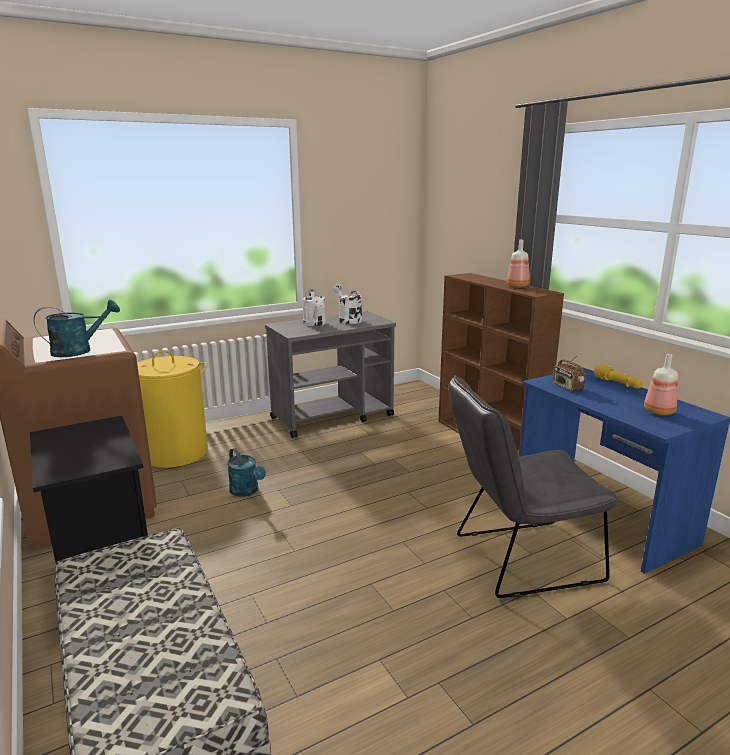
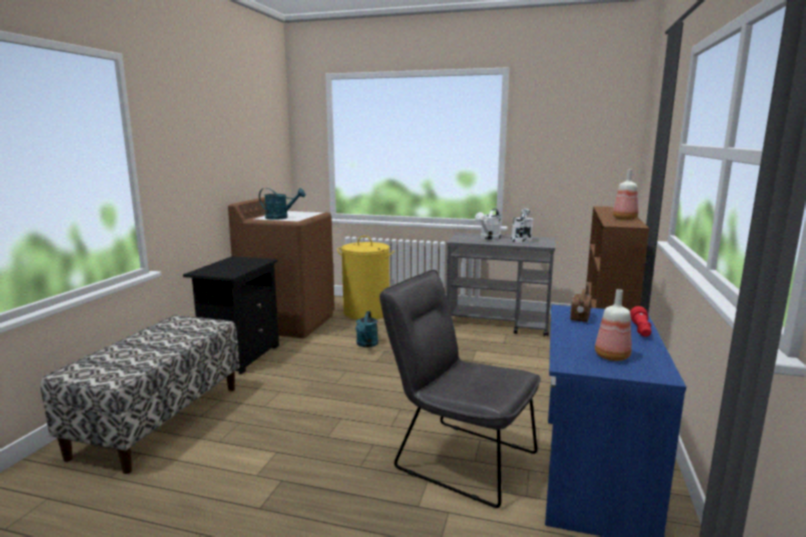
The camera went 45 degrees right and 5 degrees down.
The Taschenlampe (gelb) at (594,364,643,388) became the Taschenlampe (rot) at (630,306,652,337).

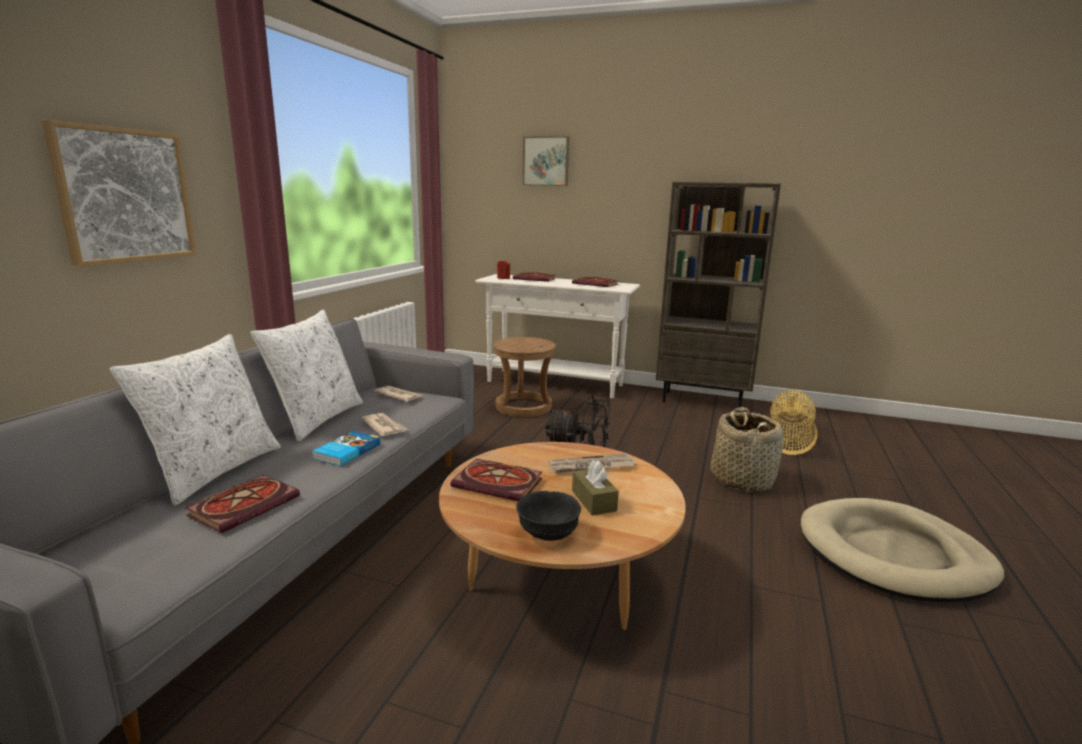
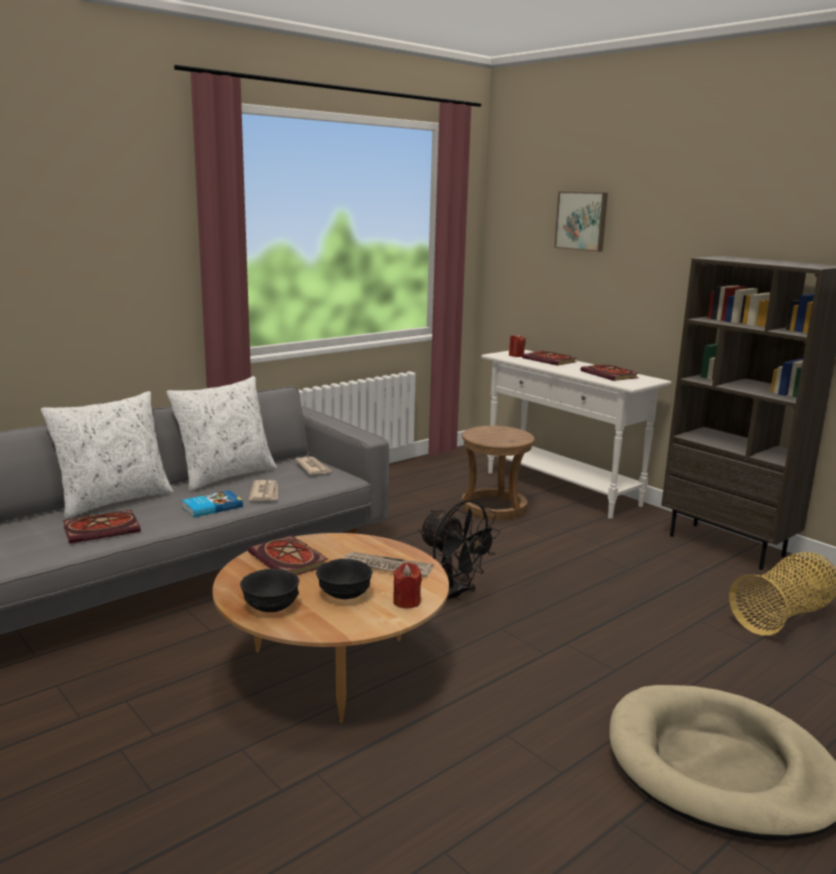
The camera went 30 degrees right and 0 degrees up.
The Bild at (42,120,196,267) disappeared.
The Korb at (710,407,783,493) disappeared.
The Kerze (rot) at (393,562,422,608) appeared.
The Taschentuchbox (braun) at (572,460,619,515) was replaced by the Schüssel (schwarz) at (316,559,372,599).

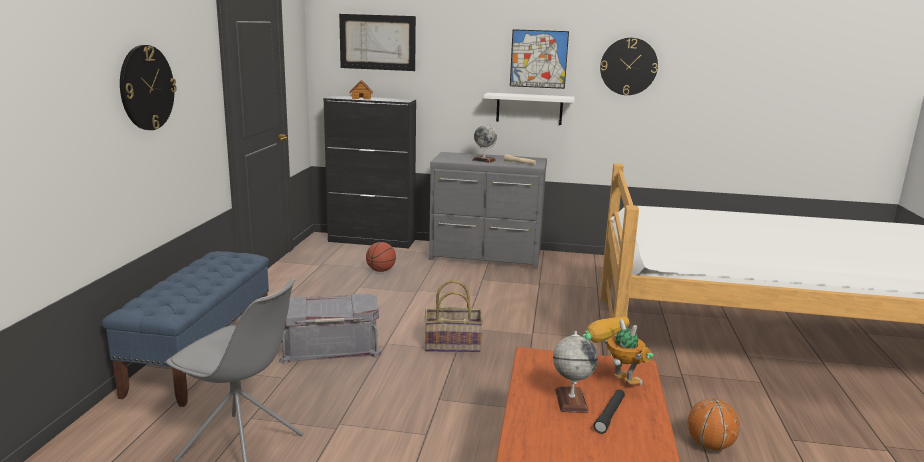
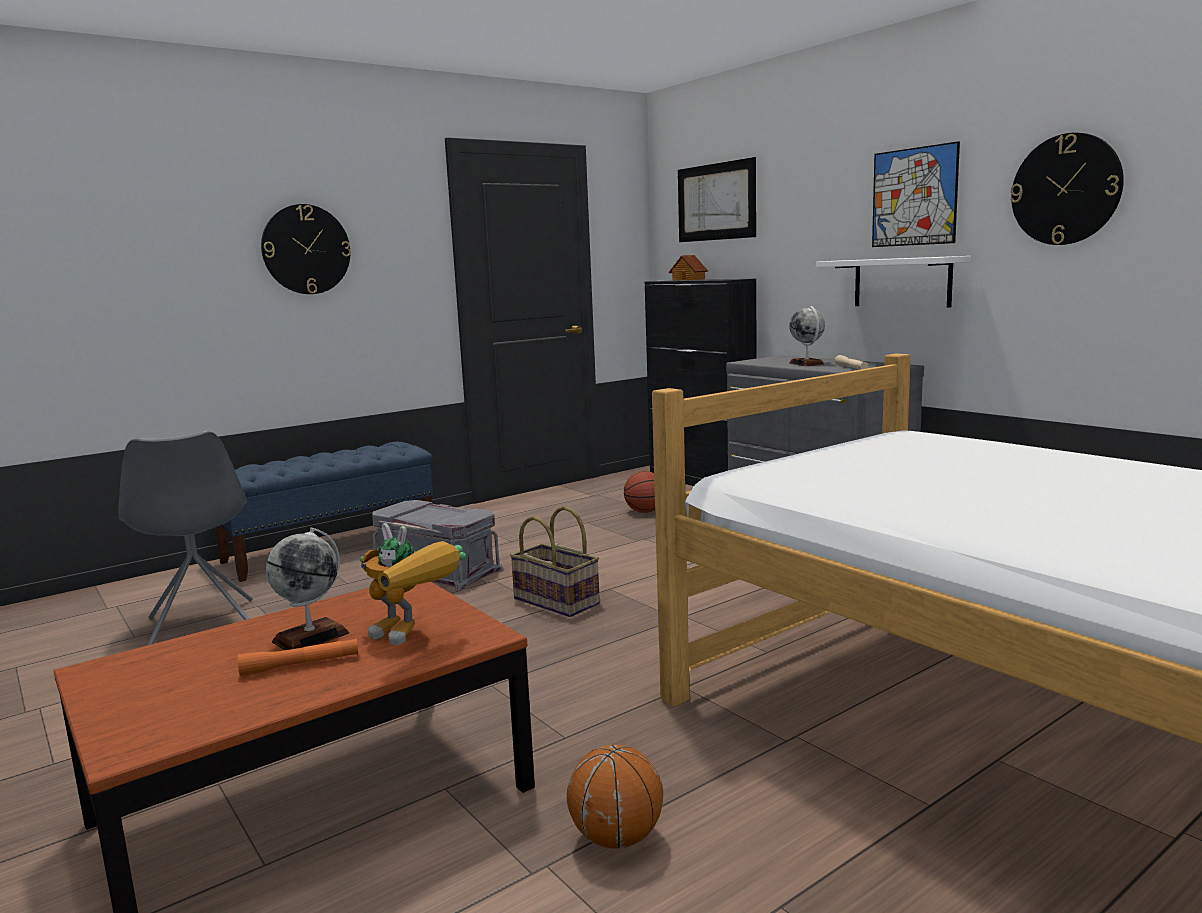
The camera went 45 degrees right and 5 degrees down.
The Taschenlampe (schwarz) at (593,390,625,434) became the Taschenlampe (orange) at (238,639,358,676).
The Spielzeugroboter at (583,316,653,386) turned 120 degrees clockwise.

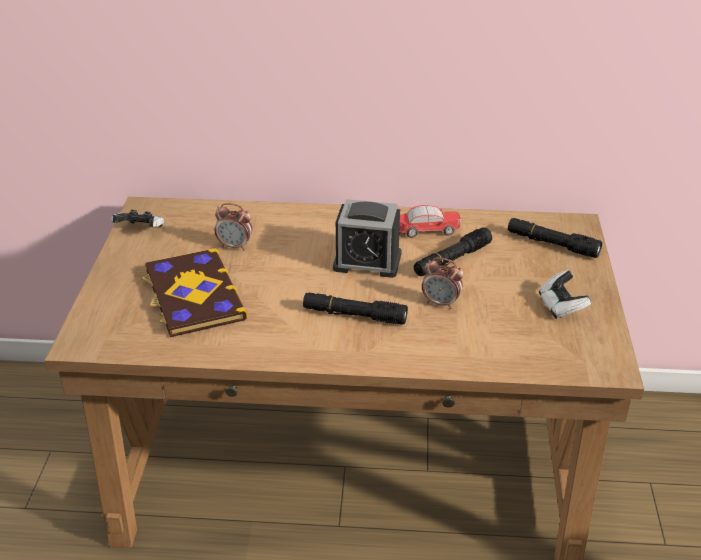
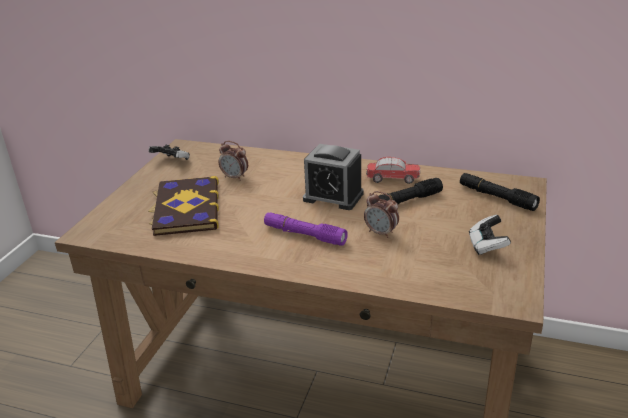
The camera went 15 degrees right and 5 degrees down.
The Taschenlampe (schwarz) at (303,292,408,325) became the Taschenlampe (lila) at (264,212,348,246).

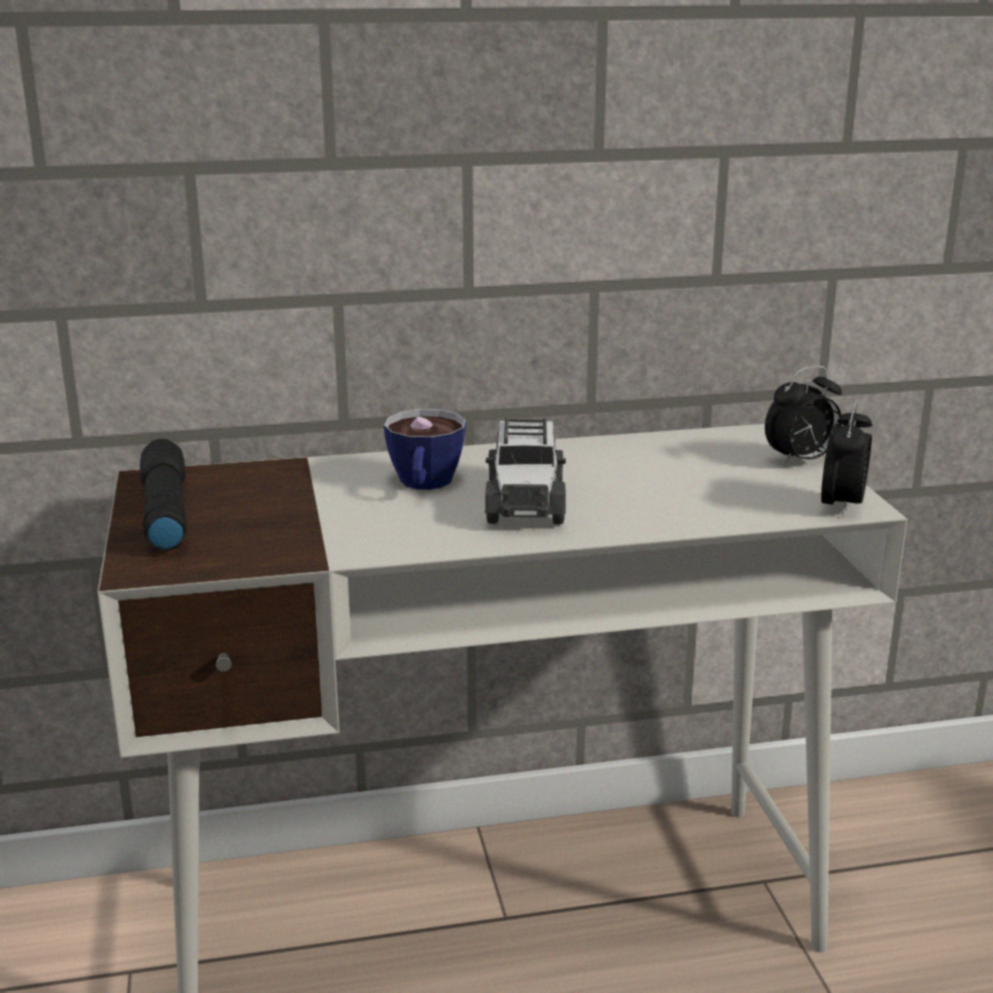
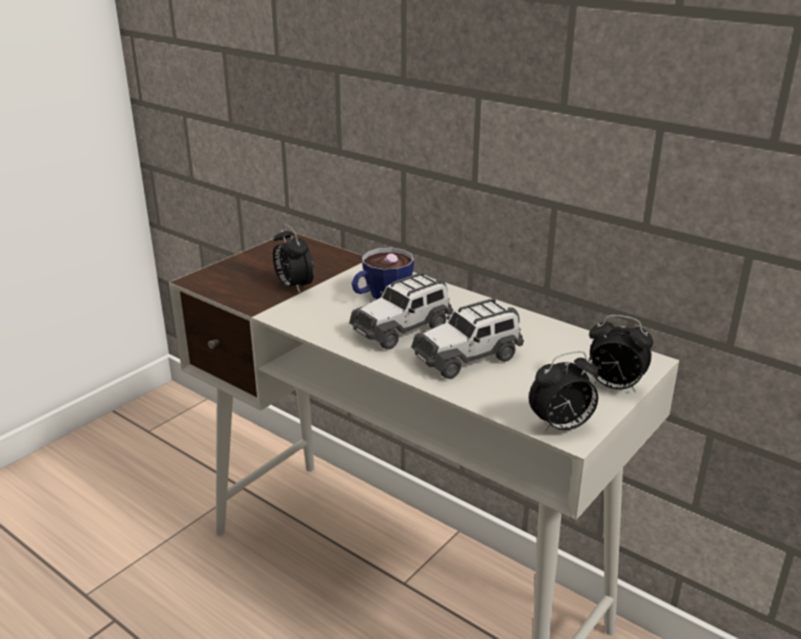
The camera went 50 degrees right and 5 degrees up.
The Taschenlampe (schwarz) at (140,439,187,550) disappeared.
The Wecker at (273,224,314,294) appeared.
The Spielzeugauto at (411,298,524,379) appeared.

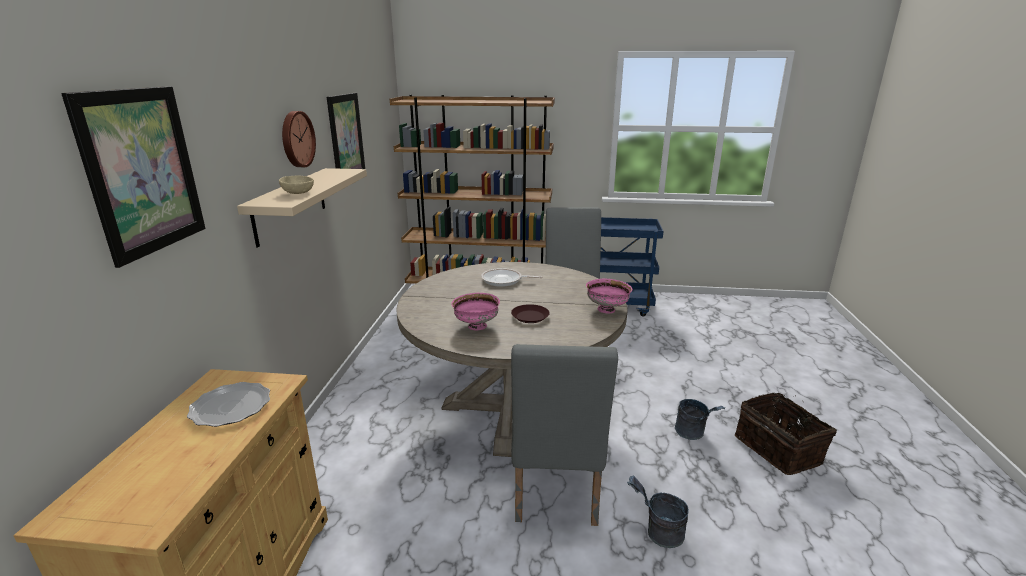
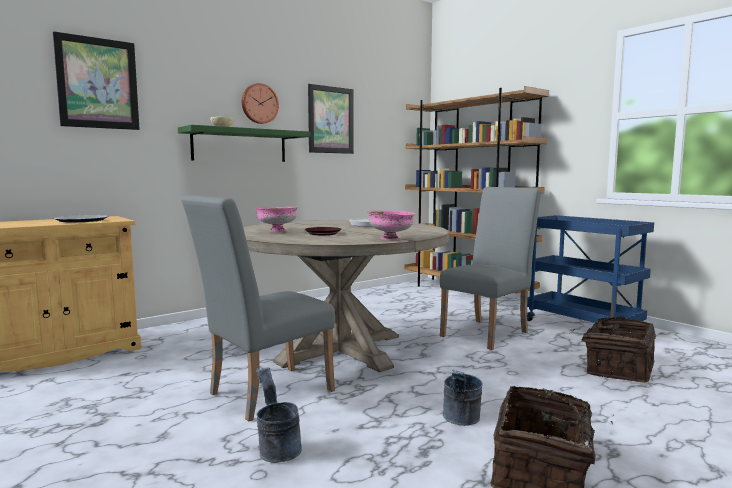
The camera went 45 degrees right and 15 degrees down.
The Korb at (569,316,656,383) appeared.
The Wandregal (beige) at (237,168,367,247) became the Wandregal (grün) at (178,125,311,162).

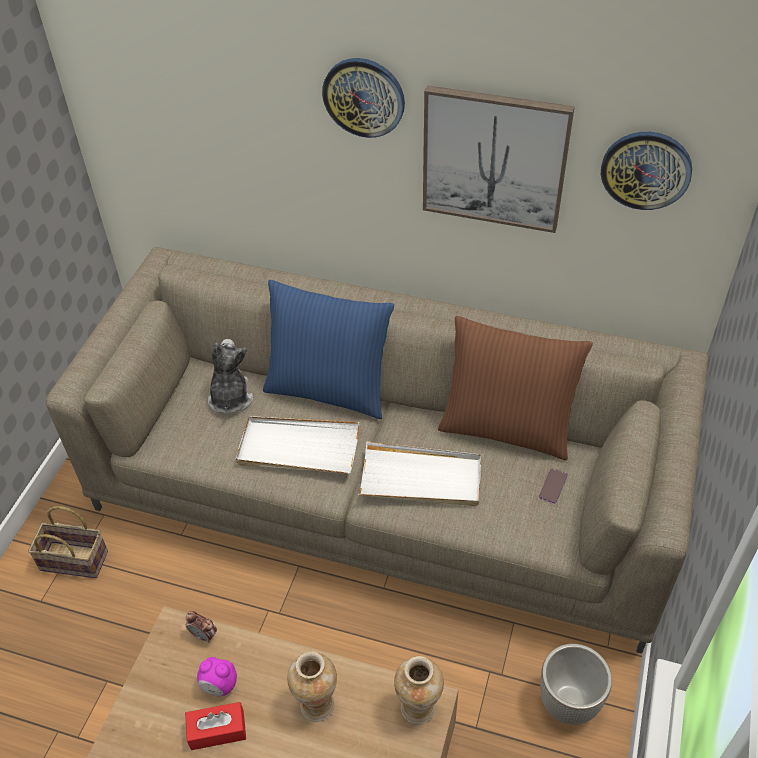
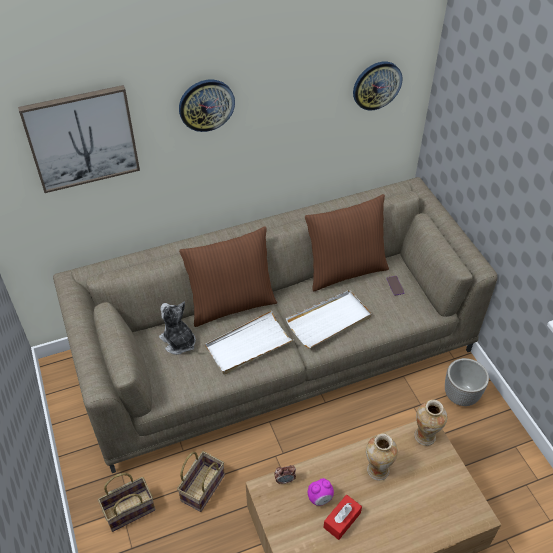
The camera went 40 degrees left and 0 degrees up.
The Korb at (177,451,225,512) appeared.
The Bild moved from (423,85,575,233) to (18,85,140,193).
The Kissen (blau) at (263,280,394,419) became the Kissen (braun) at (179,226,277,327).

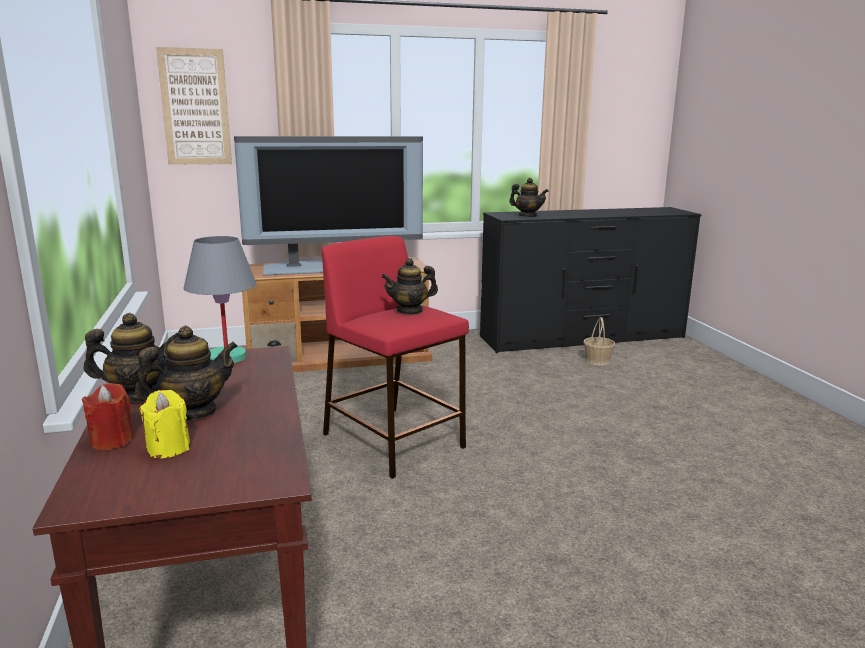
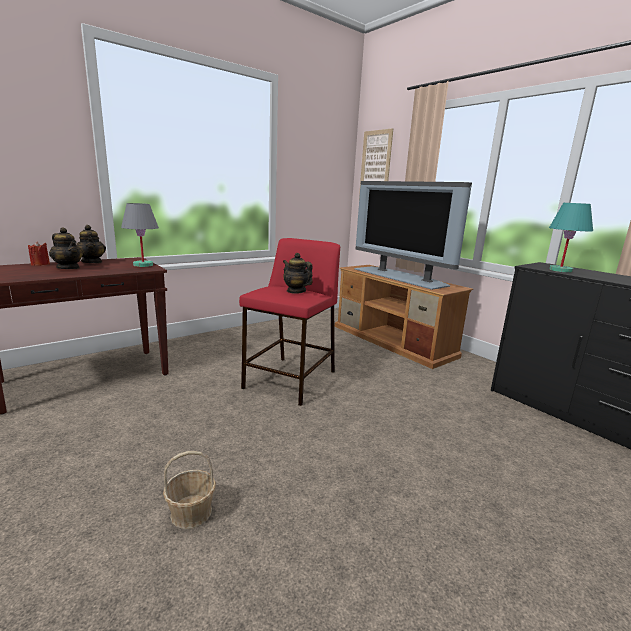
The camera went 65 degrees right and 0 degrees up.
The Kerze (gelb) at (140,390,190,459) disappeared.
The Korb moved from (583,317,615,366) to (163,451,216,529).
The Teekanne at (509,178,548,217) was replaced by the Tischlampe (türkis) at (549,203,593,273).

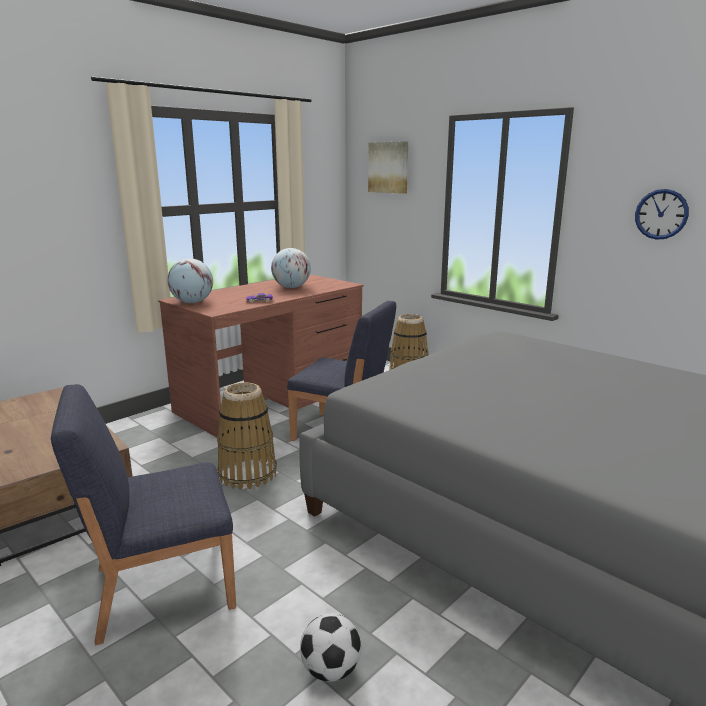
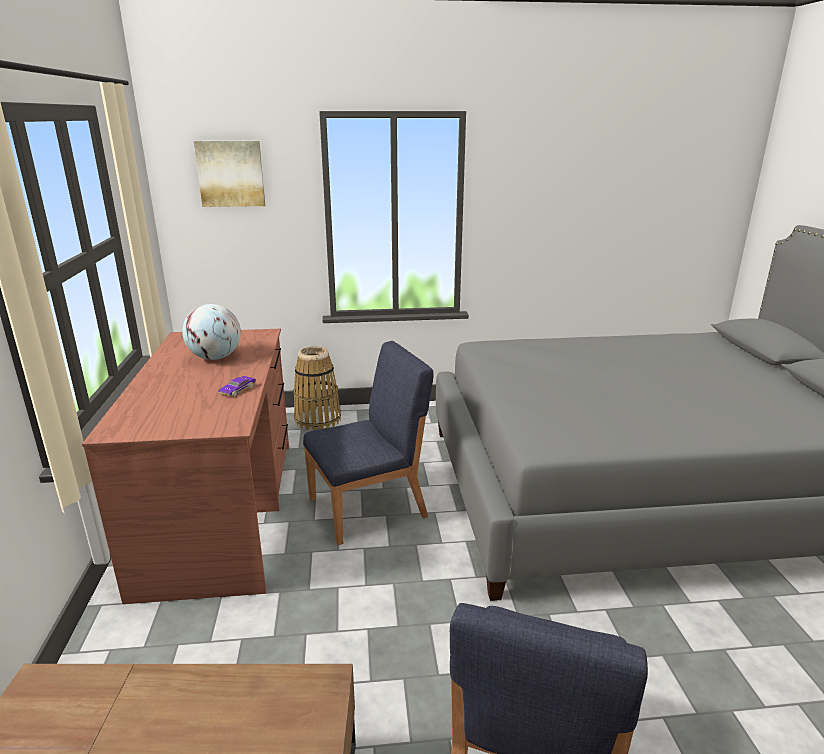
The camera went 50 degrees left and 5 degrees up.
The Globus at (167,258,213,303) disappeared.
The Korb at (217,382,277,490) disappeared.
The Fußball at (300,613,361,682) disappeared.
The Wanduhr at (635,189,689,240) disappeared.

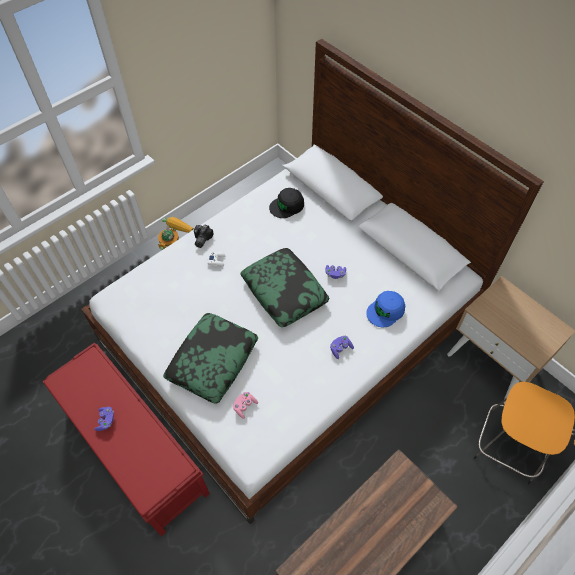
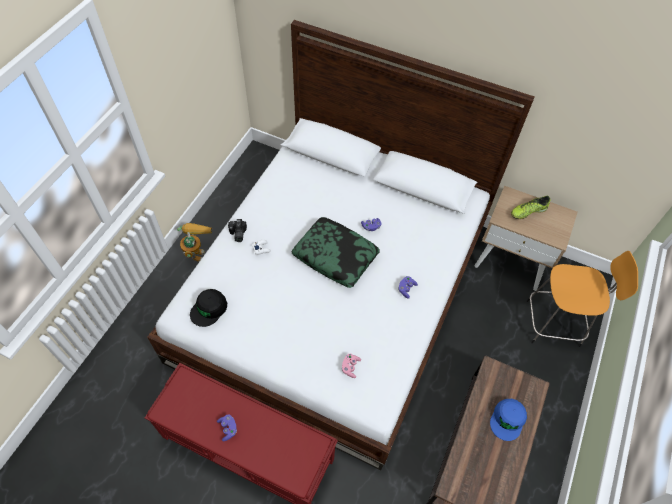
The camera went 25 degrees left and 0 degrees up.
The Kissen at (163,313,258,404) disappeared.
The Schuh at (511,196,551,219) appeared.
The Kappe (schwarz) moved from (269,188,304,218) to (190,289,227,327).
The Kappe (blau) moved from (366,291,405,327) to (490,399,527,441).

